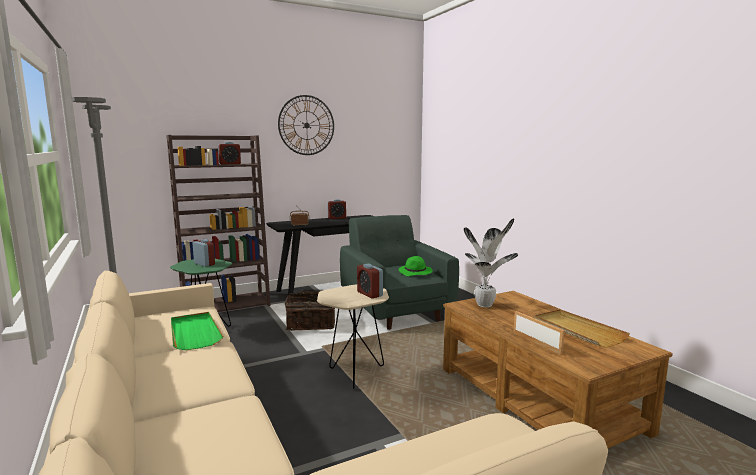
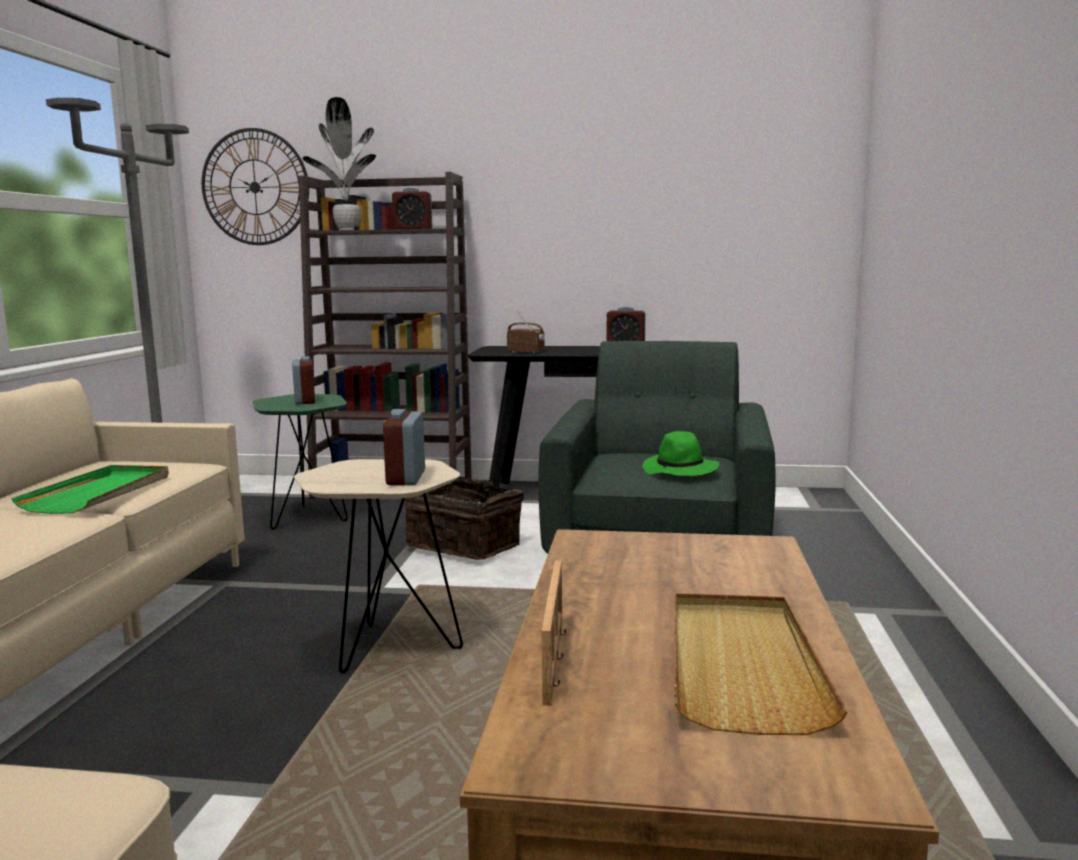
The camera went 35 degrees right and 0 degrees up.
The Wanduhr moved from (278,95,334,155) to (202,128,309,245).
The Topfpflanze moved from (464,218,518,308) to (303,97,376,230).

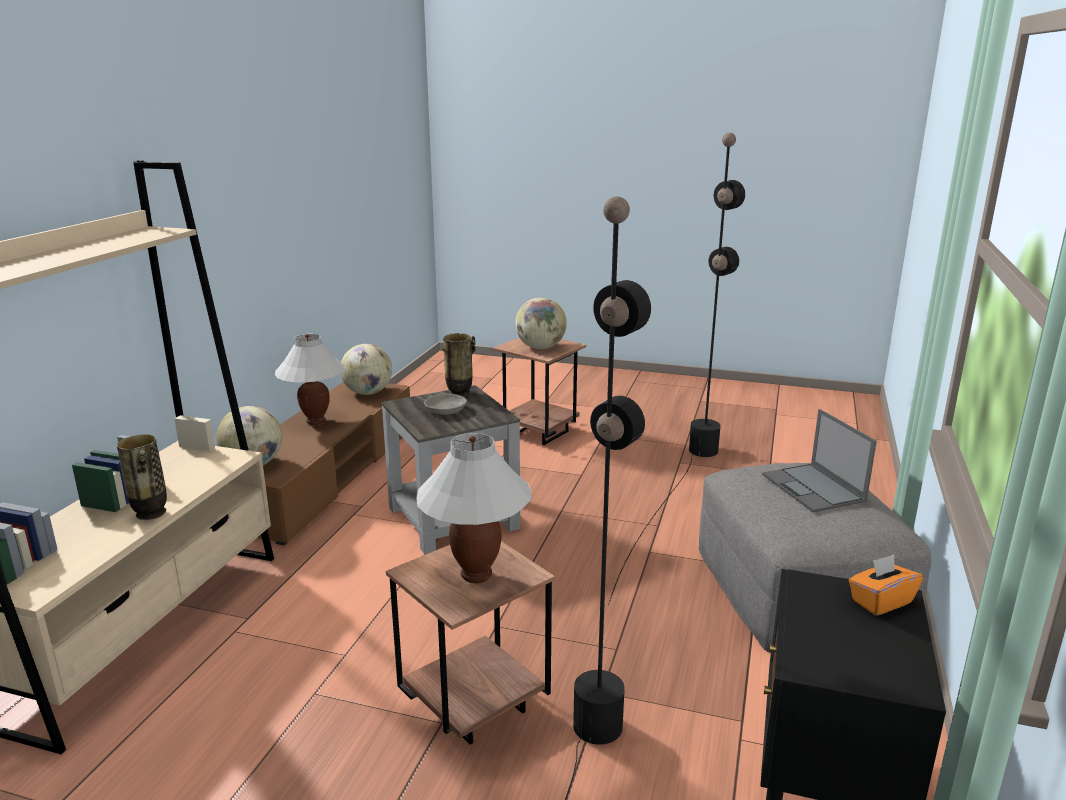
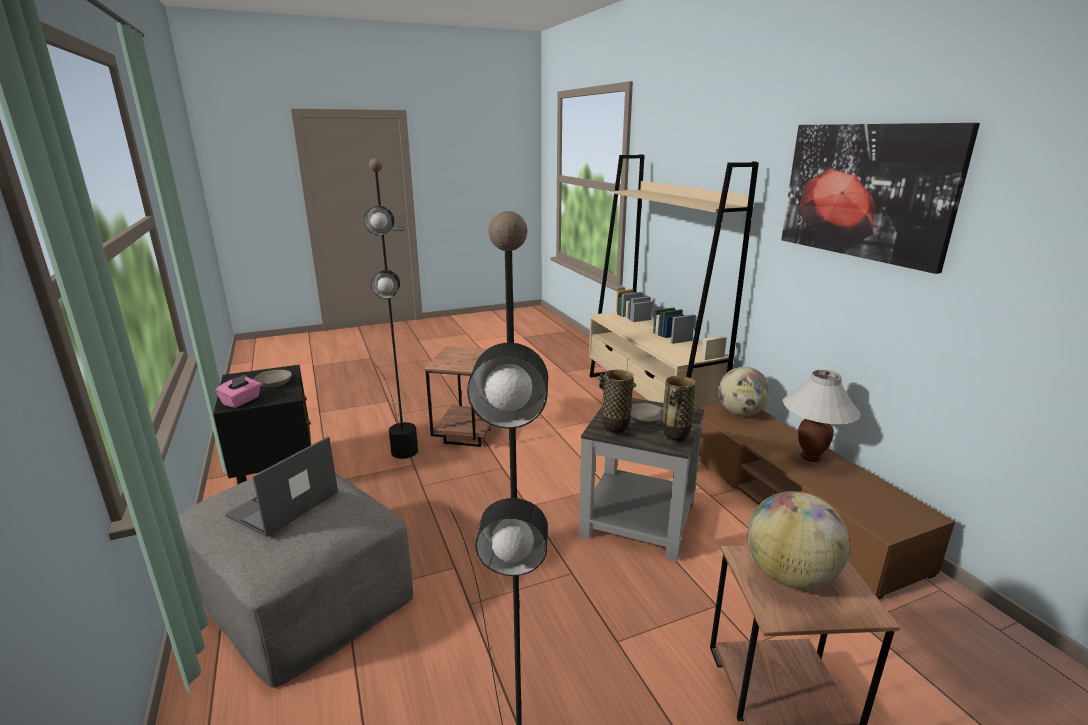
The camera went 140 degrees right and 0 degrees up.
The Globus at (341,344,392,395) disappeared.
The Tischlampe (weiß) at (416,433,532,583) disappeared.
The Schüssel (grau) at (254,370,292,388) appeared.
The Bild at (781,123,980,274) appeared.
The Vase moved from (117,434,167,520) to (599,370,636,437).
The Taschentuchbox (orange) at (849,554,923,616) became the Taschentuchbox (rosa) at (215,374,261,408).
The Laptop at (762,409,877,512) turned 90 degrees counterclockwise.

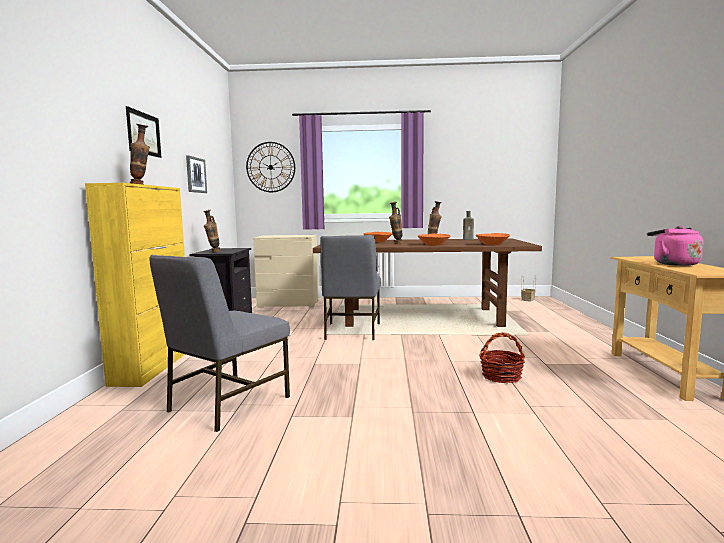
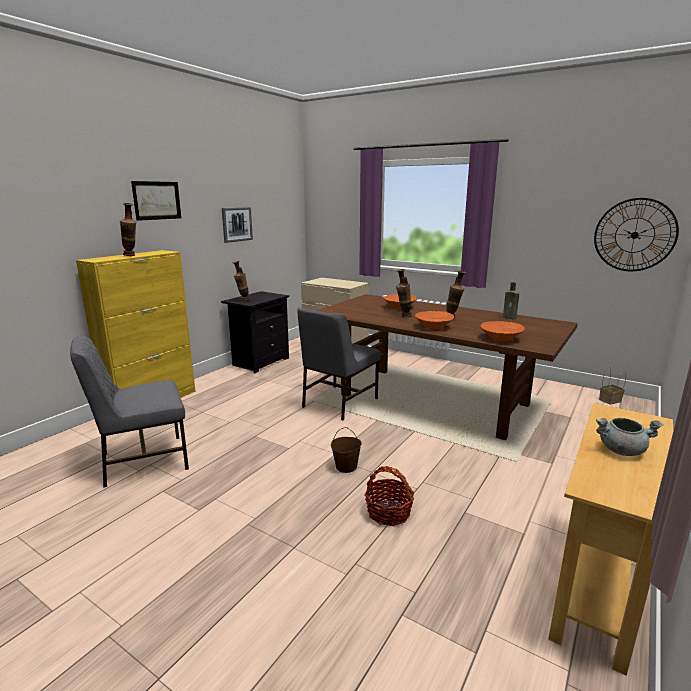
The camera went 30 degrees right and 10 degrees up.
The Eimer (braun) at (331,427,362,473) appeared.
The Wanduhr moved from (246,142,295,192) to (594,198,679,271).
The Wasserkessel (rosa) at (647,226,703,266) was replaced by the Kochtopf (grau) at (596,418,664,456).

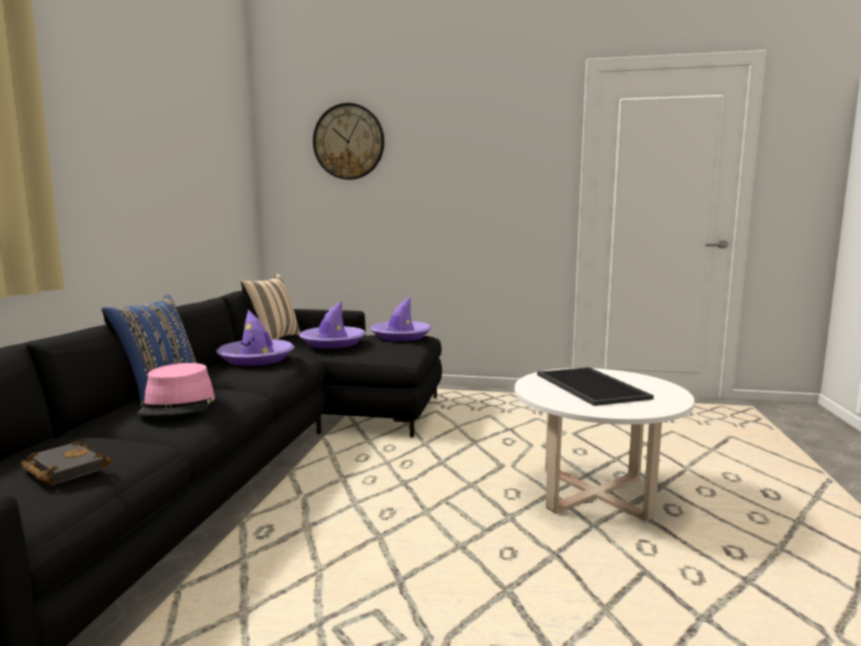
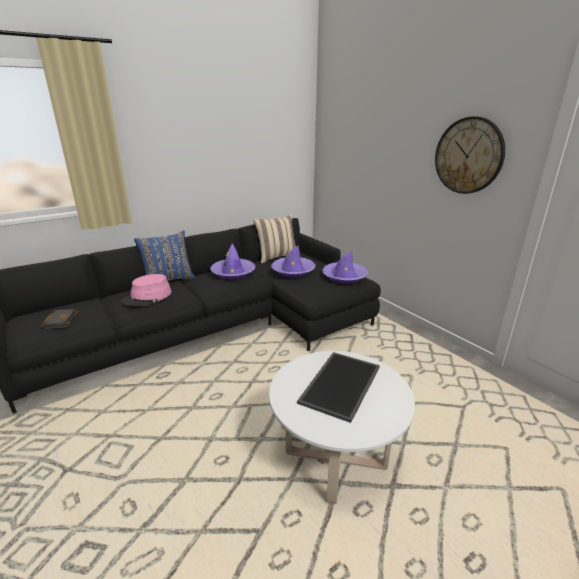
The camera went 45 degrees right and 15 degrees up.
The Wanduhr moved from (313,103,384,180) to (435,116,505,194).

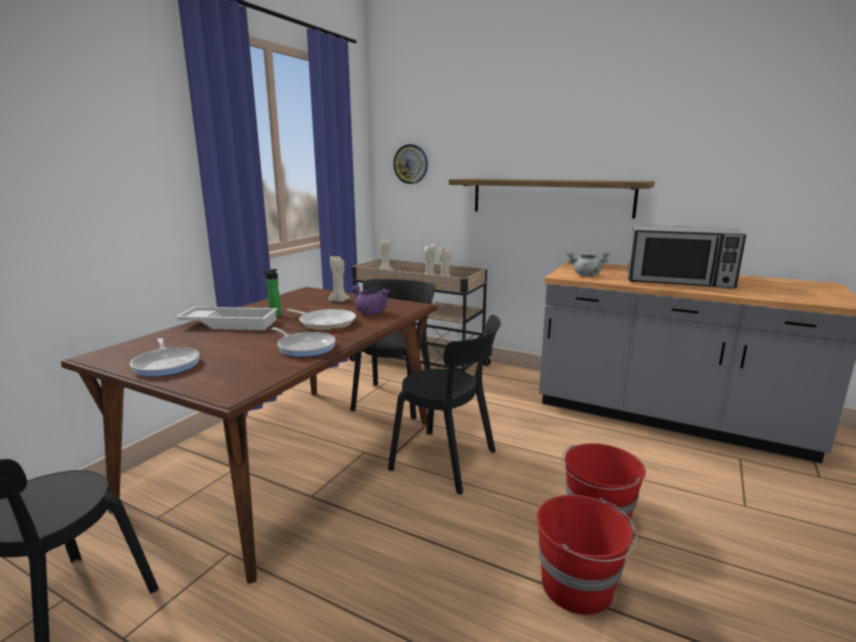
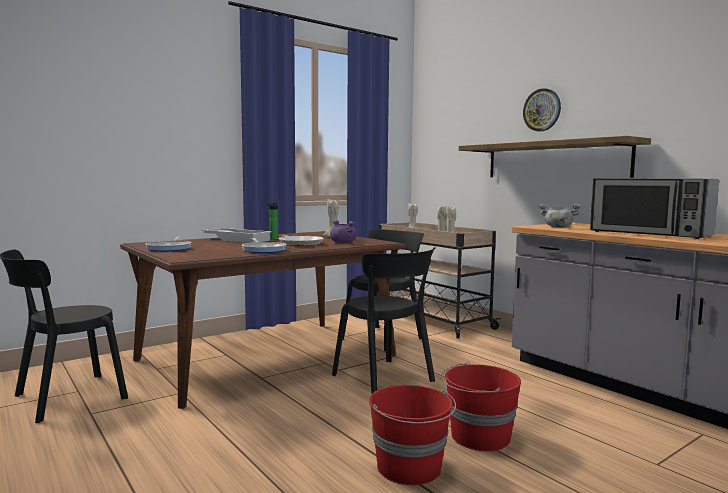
The camera went 25 degrees right and 10 degrees down.
The Wanduhr moved from (393,144,428,184) to (523,88,561,132).

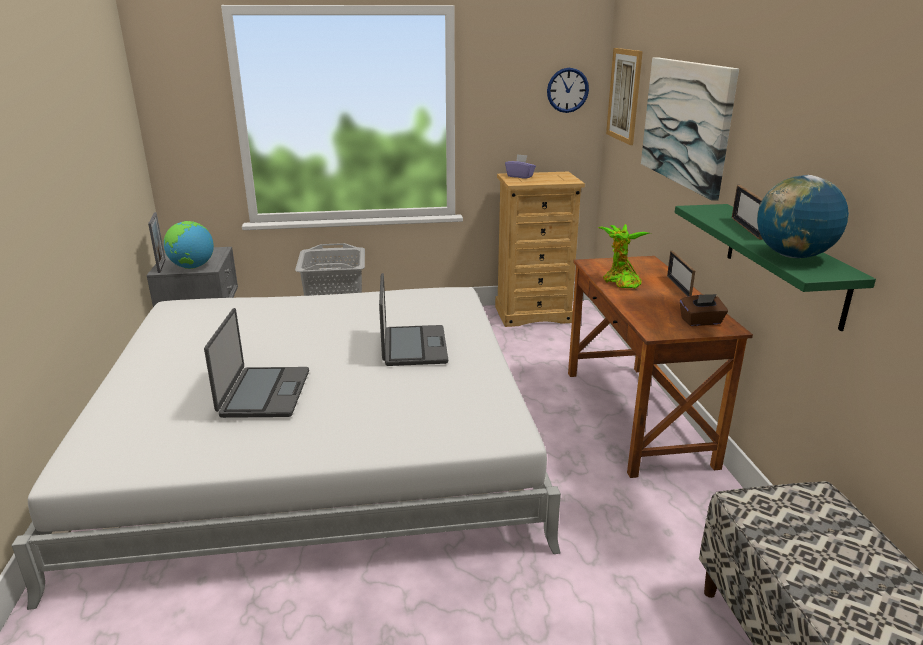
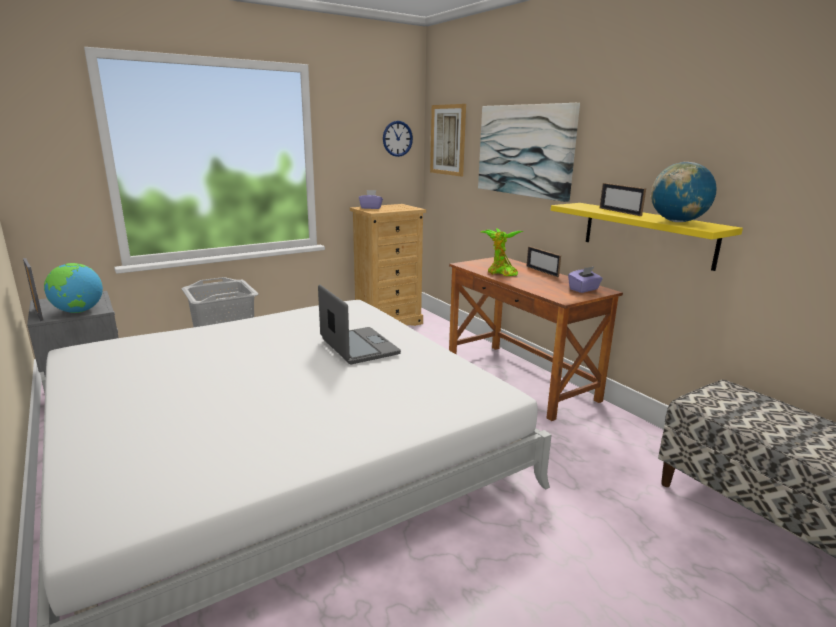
The camera went 25 degrees left and 5 degrees down.
The Laptop at (204,308,309,418) disappeared.
The Wandregal (grün) at (675,204,876,331) became the Wandregal (gelb) at (551,203,743,271).
The Taschentuchbox (braun) at (680,294,728,326) became the Taschentuchbox (lila) at (568,267,603,293).

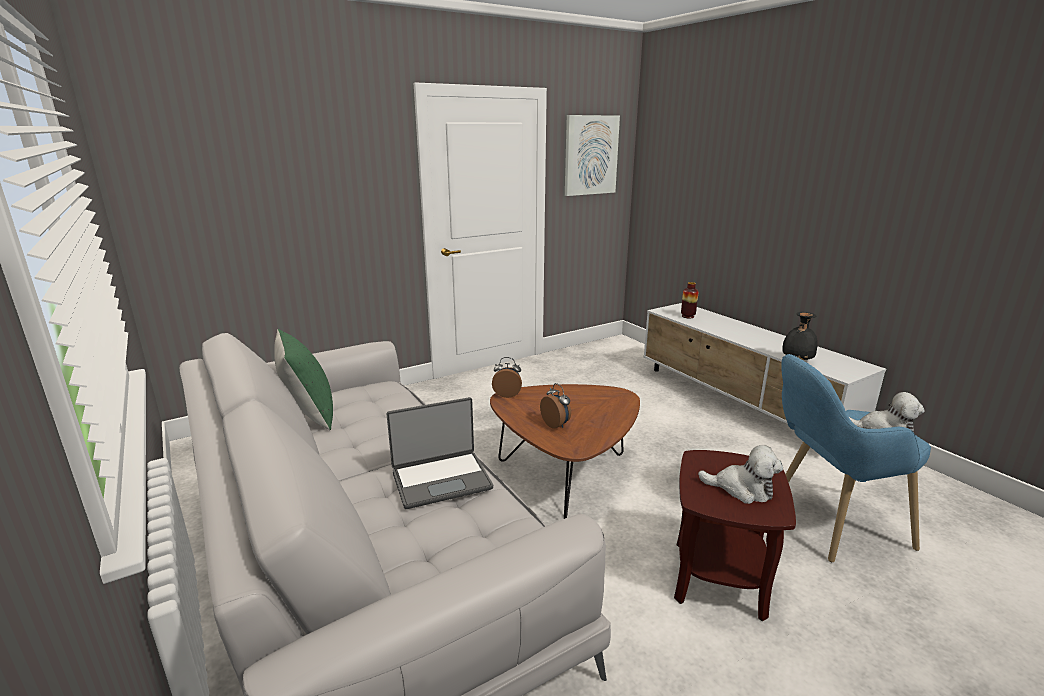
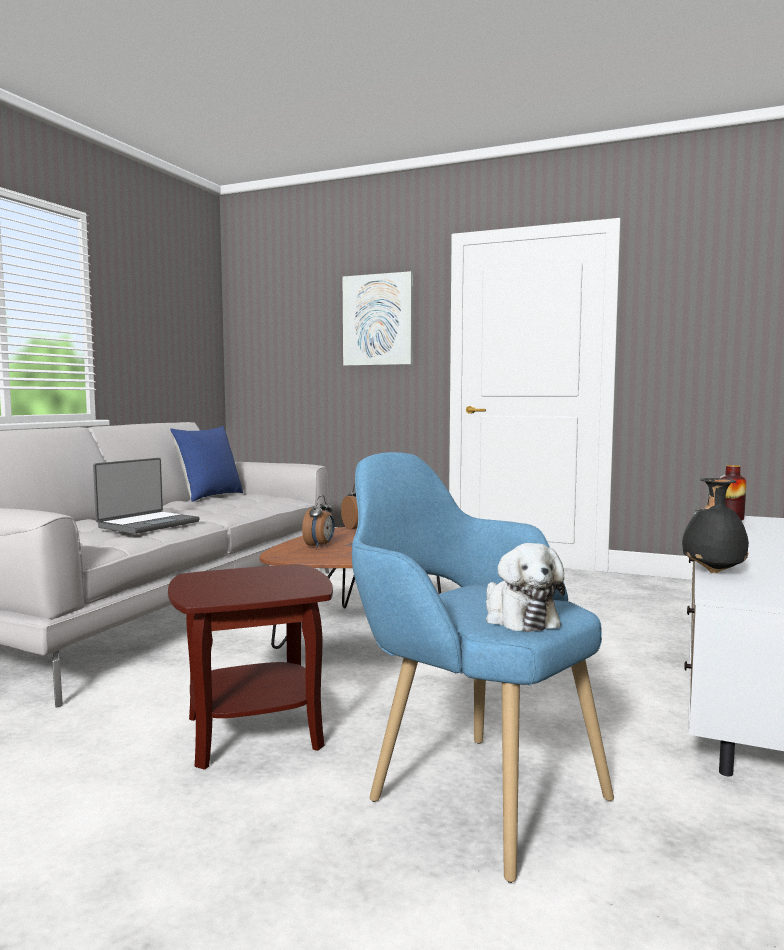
The camera went 55 degrees right and 15 degrees down.
The Plüschtier at (698,445,783,504) disappeared.
The Bild moved from (565,115,620,196) to (343,271,413,366).
The Kissen (grün) at (274,329,333,430) became the Kissen (blau) at (170,426,243,502).
The Laptop at (387,397,493,509) turned 90 degrees counterclockwise.

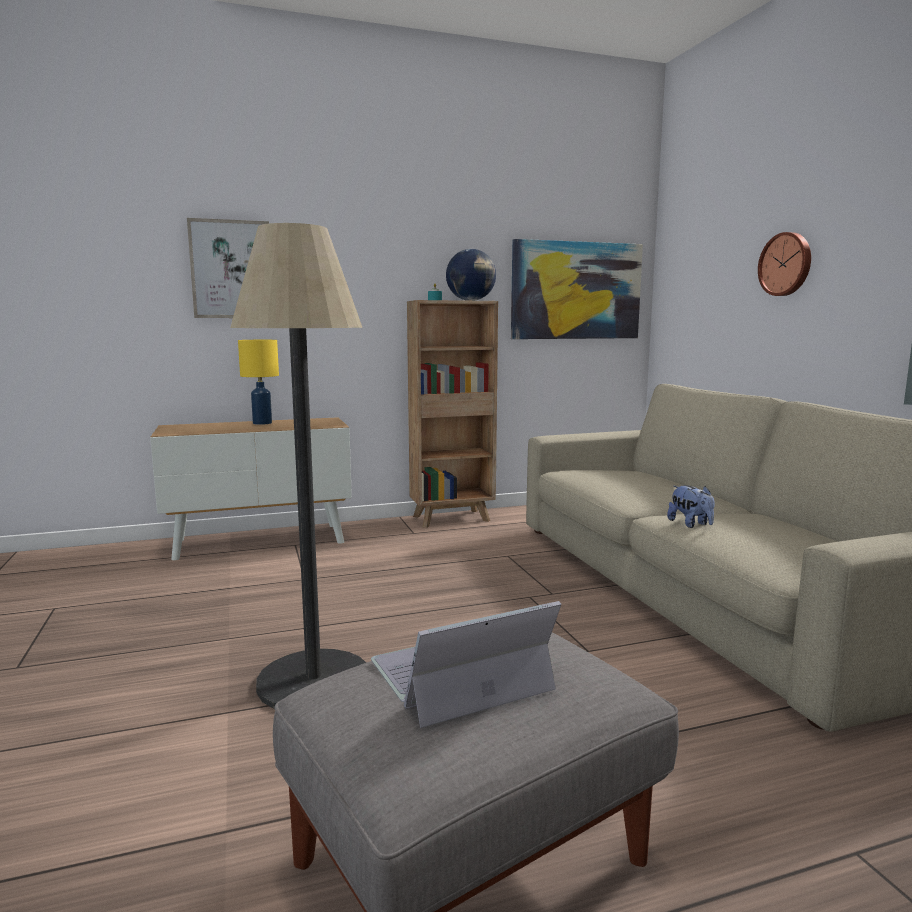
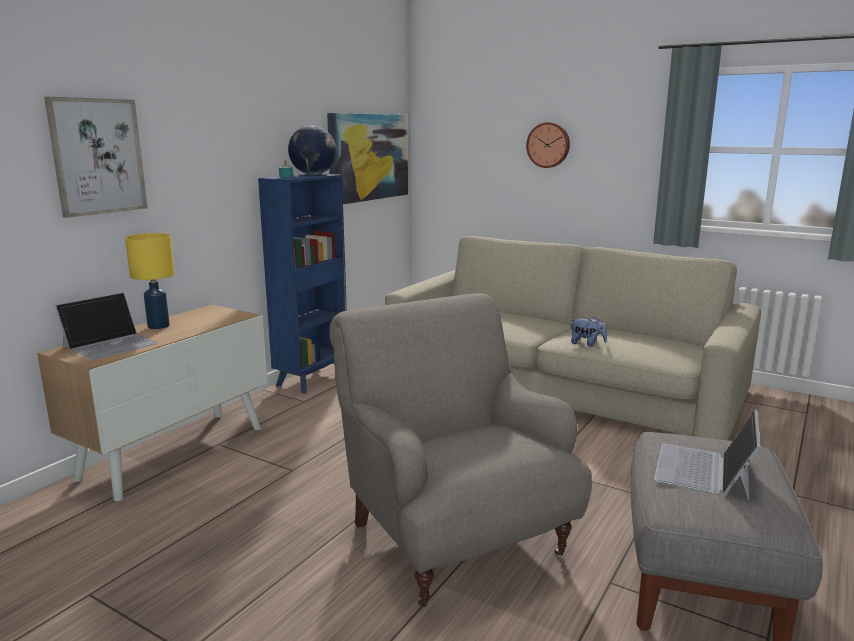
The camera went 40 degrees left and 5 degrees up.
The Laptop at (55,292,158,360) appeared.
The Stehlampe at (230,223,366,709) was replaced by the Sessel (grau) at (329,293,592,607).
The Bücherregal (braun) at (407,300,498,528) became the Bücherregal (blau) at (258,174,347,394).

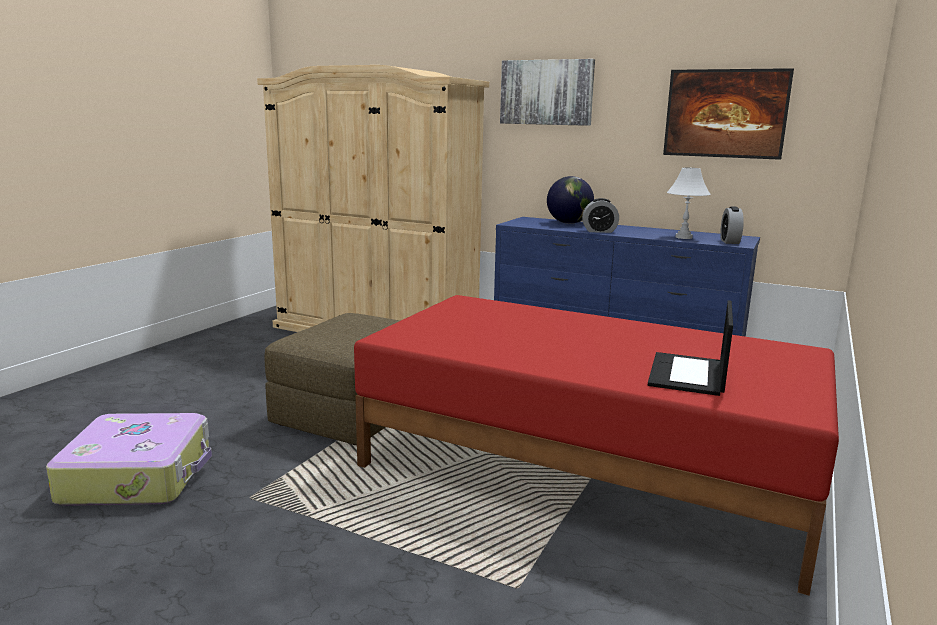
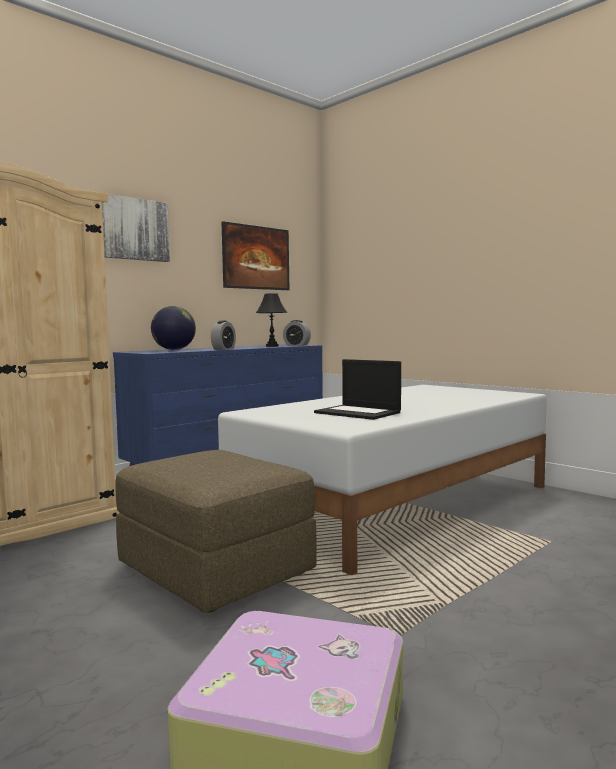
The camera went 70 degrees left and 10 degrees down.
The Laptop moved from (648,300,733,396) to (314,359,401,420).
The Bett (rot) at (354,295,839,596) became the Bett (weiß) at (218,385,547,575).
The Tischlampe (weiß) at (667,167,711,239) became the Tischlampe (schwarz) at (256,293,287,347).

